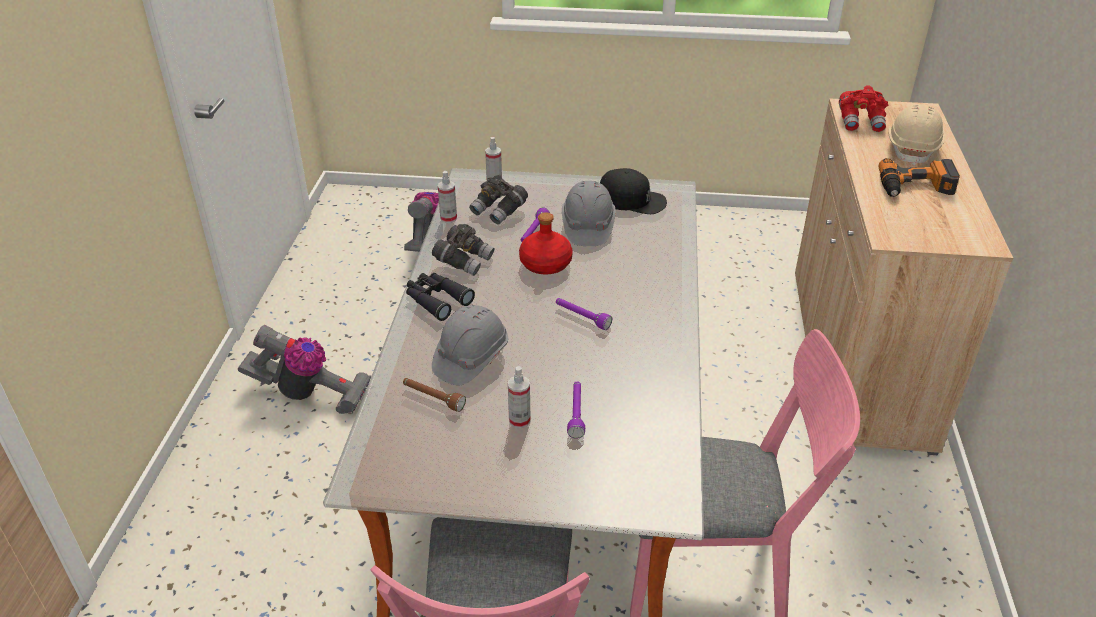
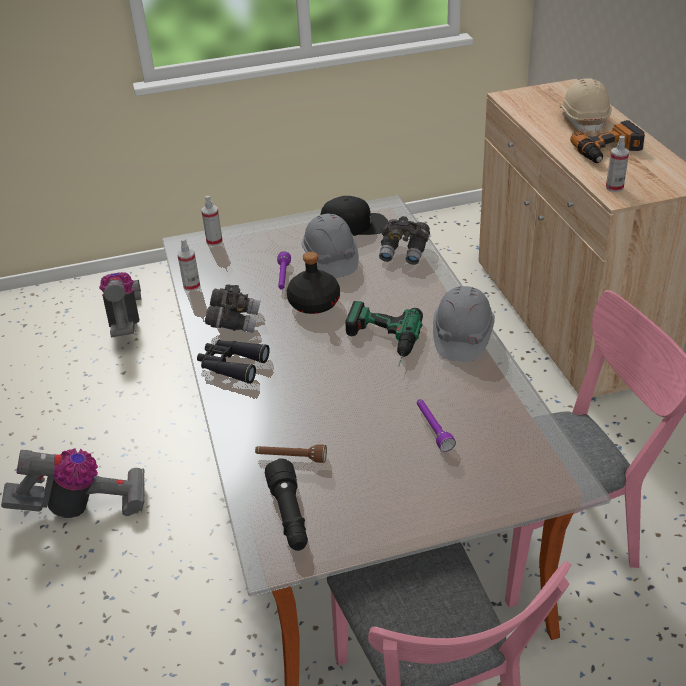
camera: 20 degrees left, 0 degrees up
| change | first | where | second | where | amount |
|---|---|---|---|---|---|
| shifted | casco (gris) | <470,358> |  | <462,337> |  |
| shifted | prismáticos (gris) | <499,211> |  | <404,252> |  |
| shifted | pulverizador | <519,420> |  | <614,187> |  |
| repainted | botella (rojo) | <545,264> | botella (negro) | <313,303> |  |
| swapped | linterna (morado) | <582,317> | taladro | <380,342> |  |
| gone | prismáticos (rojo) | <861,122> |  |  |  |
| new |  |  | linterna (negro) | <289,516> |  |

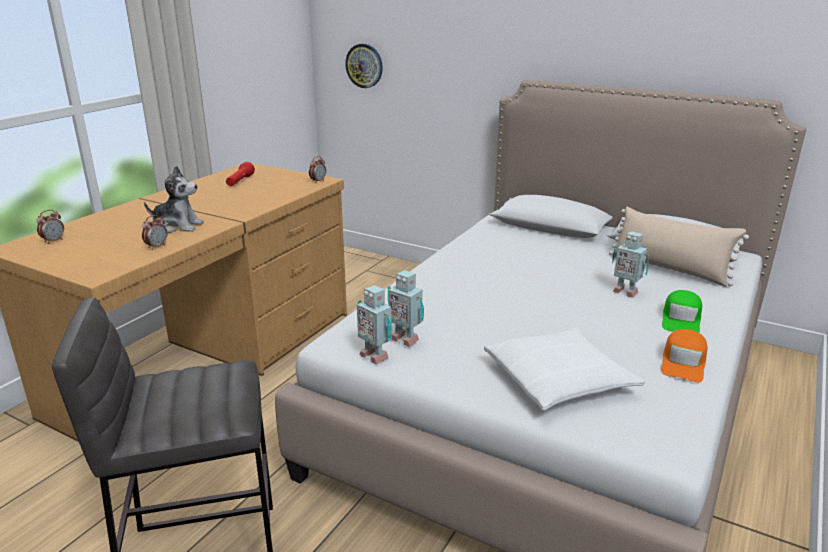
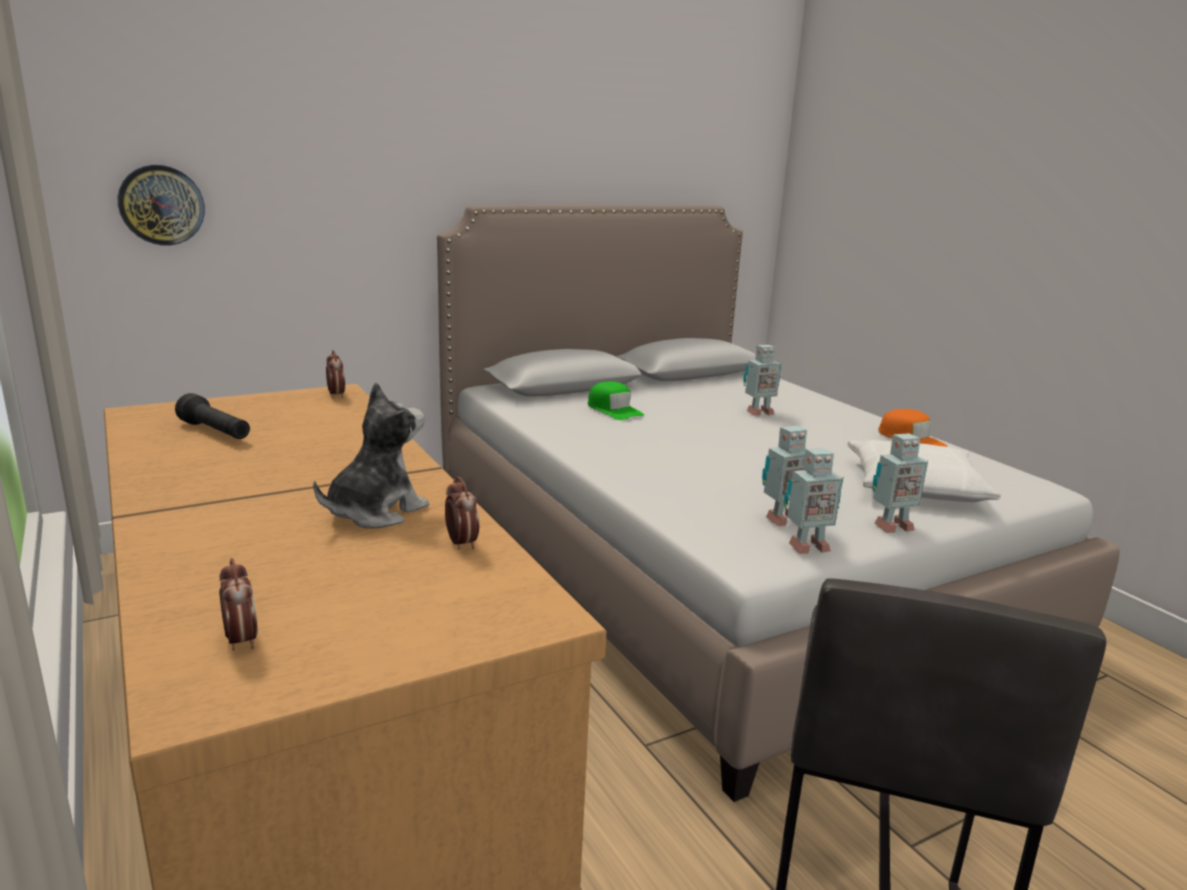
camera: 60 degrees left, 5 degrees down
| change | first | where | second | where | amount |
|---|---|---|---|---|---|
| repainted | linterna (rojo) | <240,182> | linterna (negro) | <216,432> |  |
| gone | cojín (beis) | <669,269> |  |  |  |
| shifted | gorra (verde) | <681,319> |  | <614,410> |  |
| new |  |  | robot de juguete | <890,526> |  |

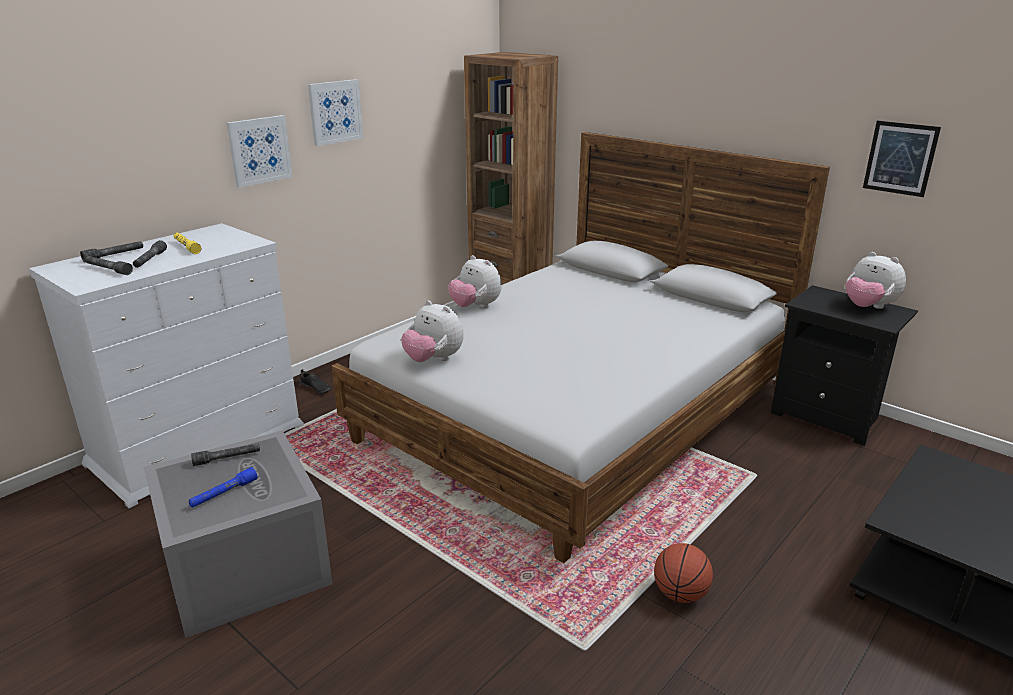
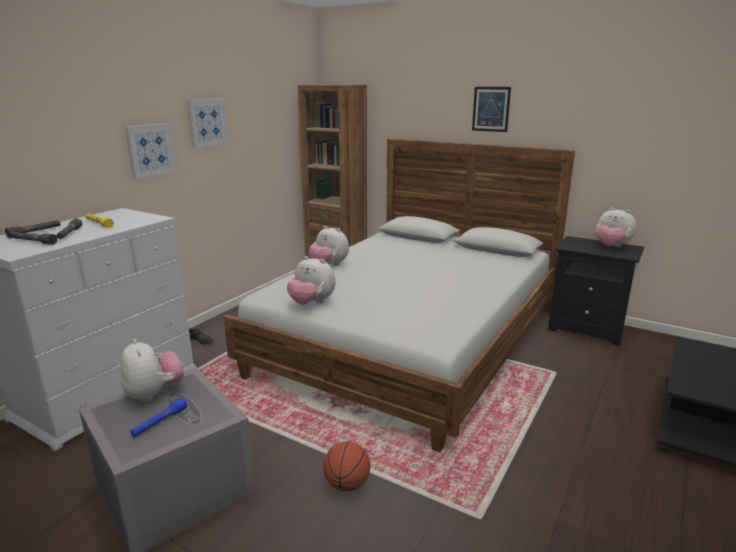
camera: 10 degrees left, 5 degrees down
| change | first | where | second | where | amount |
|---|---|---|---|---|---|
| swapped | linterna (gris) | <227,458> | peluche | <154,394> |  |
| shifted | balón de baloncesto | <680,594> |  | <347,485> |  |
| shifted | cuadro | <900,158> |  | <491,109> |  |

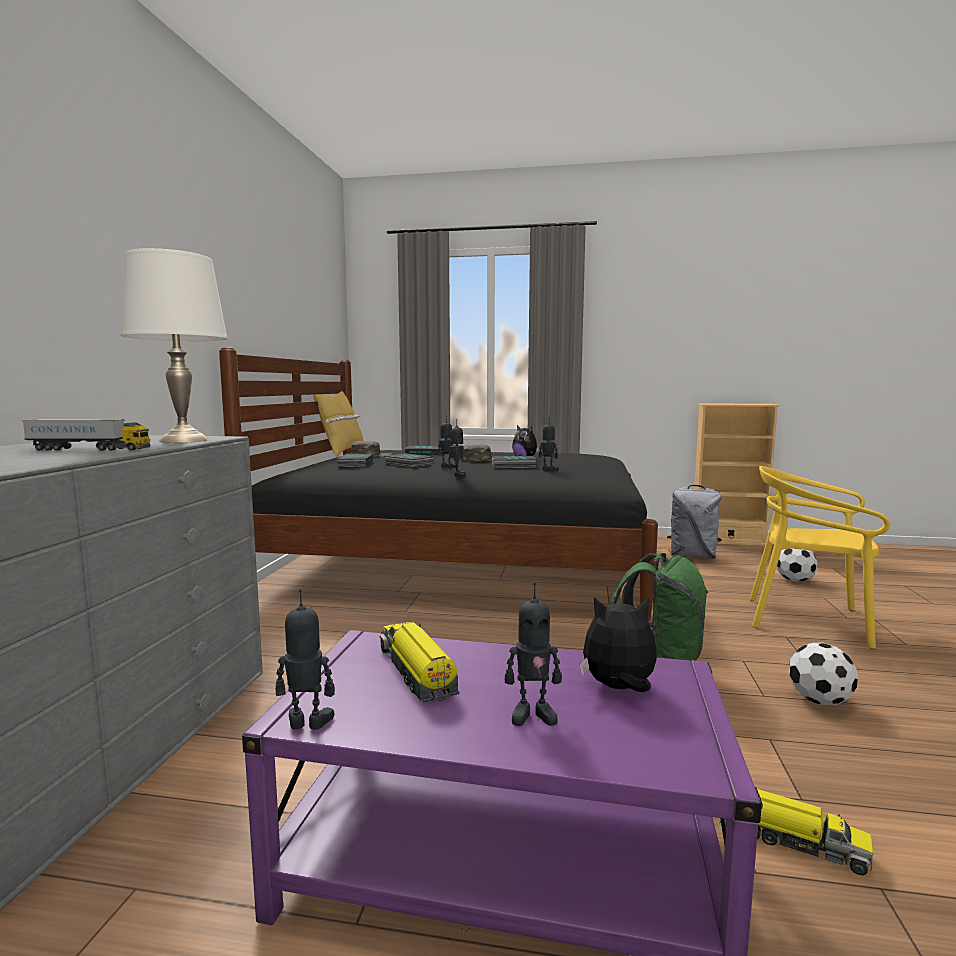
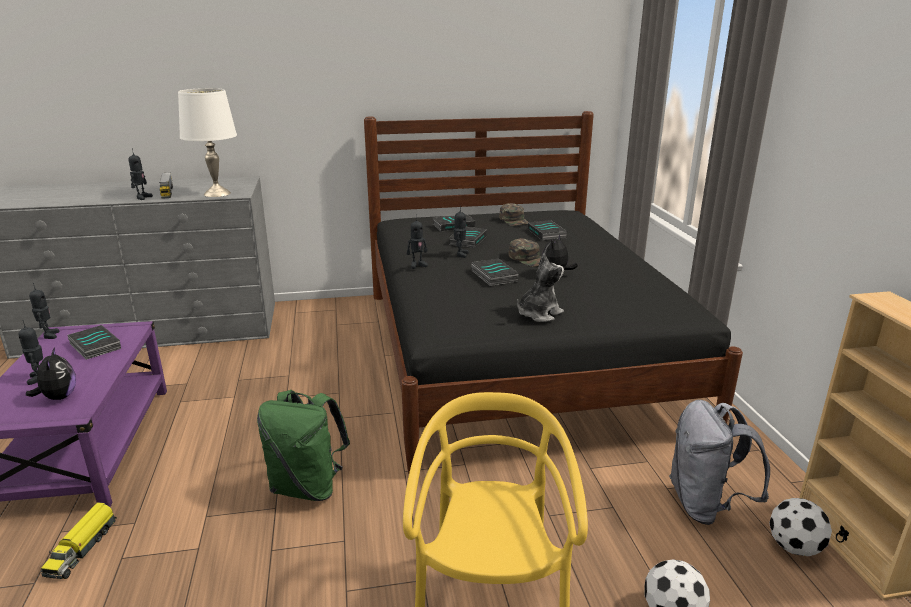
camera: 70 degrees right, 15 degrees up
| change | first | where | second | where | amount |
|---|---|---|---|---|---|
| gone | cojín (amarillo) | <341,453> |  |  |  |
| swapped | camión de juguete | <416,672> | libro | <93,346> |  |
| shifted | robot de juguete | <548,470> |  | <142,197> |  |
| shifted | balón de fútbol | <818,700> |  | <794,547> |  |
| new |  |  | peluche | <538,314> |  |

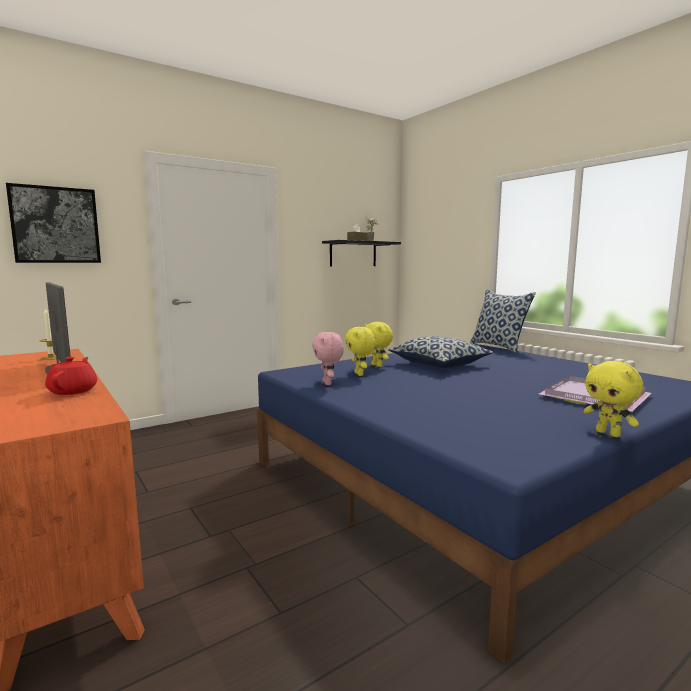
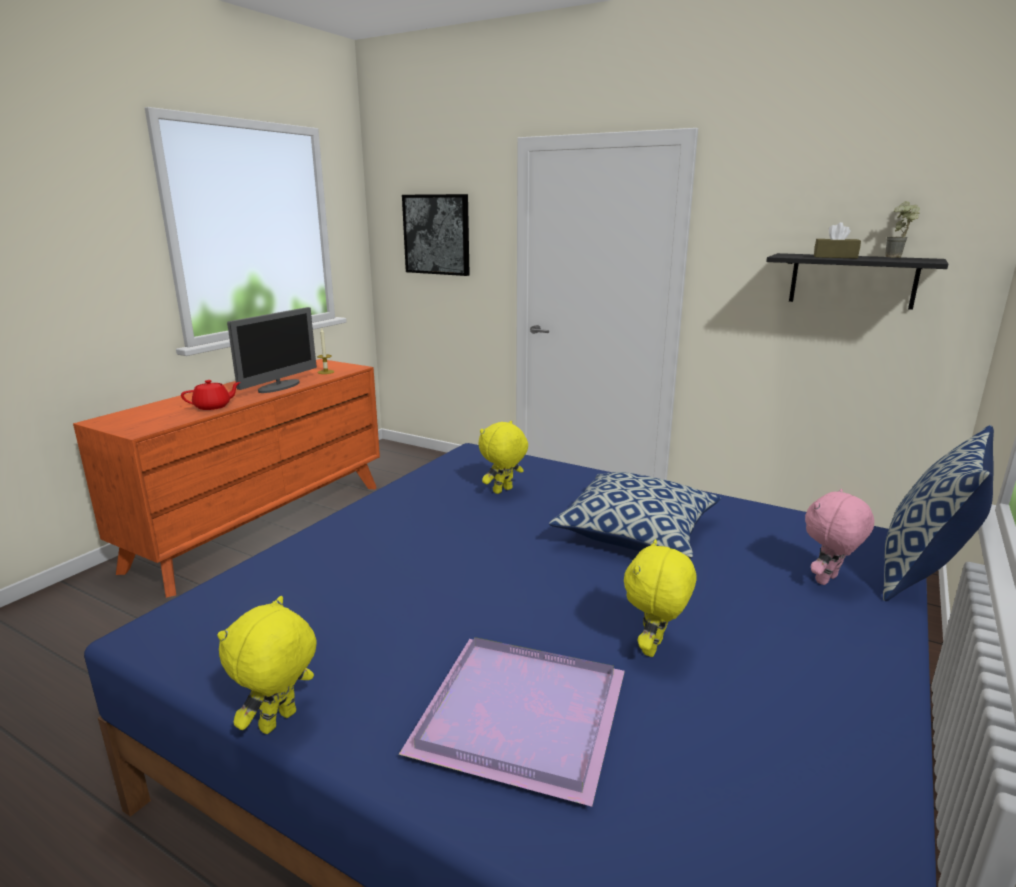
camera: 65 degrees right, 10 degrees up
| change | first | where | second | where | amount |
|---|---|---|---|---|---|
| shifted | peluche (rosa) | <328,383> |  | <828,580> |  |
| shifted | peluche (amarillo) | <377,365> |  | <654,648> |  |

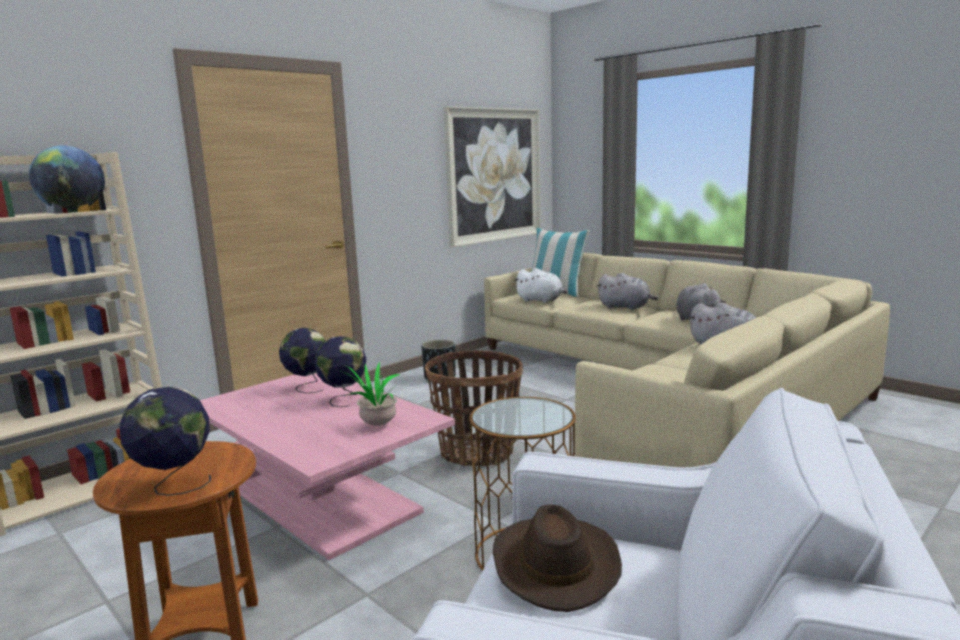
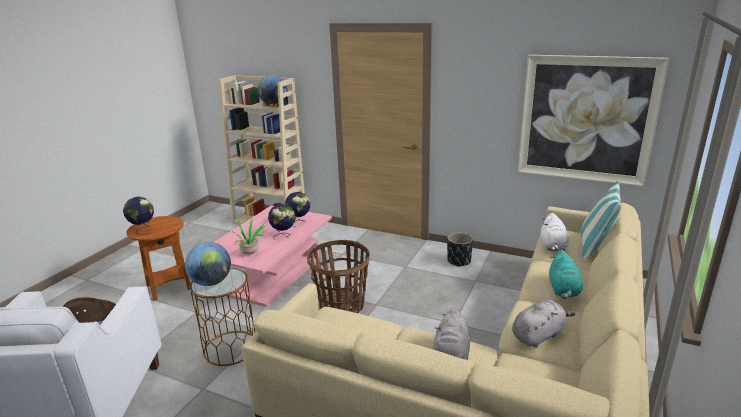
camera: 70 degrees right, 10 degrees up
| change | first | where | second | where | amount |
|---|---|---|---|---|---|
| repainted | peluche (gris) | <626,307> | peluche (turquesa) | <563,290> |  |
| new |  |  | globo terráqueo | <211,282> |  |

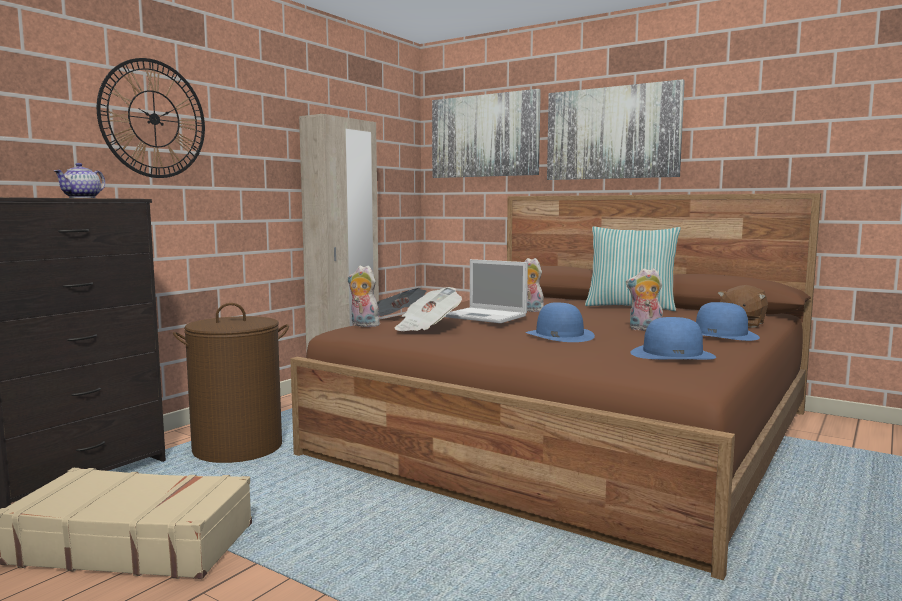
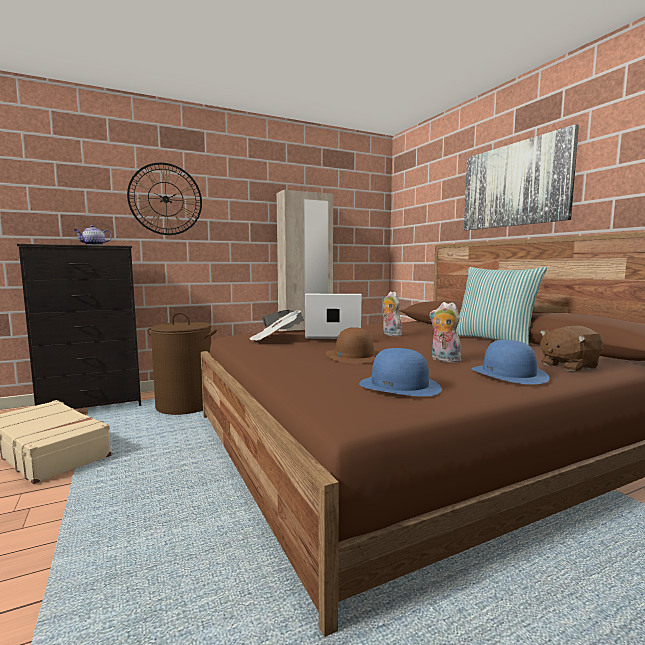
camera: 30 degrees right, 0 degrees up
| change | first | where | second | where | amount |
|---|---|---|---|---|---|
| gone | peluche | <363,325> |  |  |  |
| gone | cuadro | <484,136> |  |  |  |
| rotated | portátil | <486,316> |  | <332,335> | 120 degrees clockwise |
| repainted | sombrero (azul) | <559,335> | sombrero (marrón) | <354,356> |  |

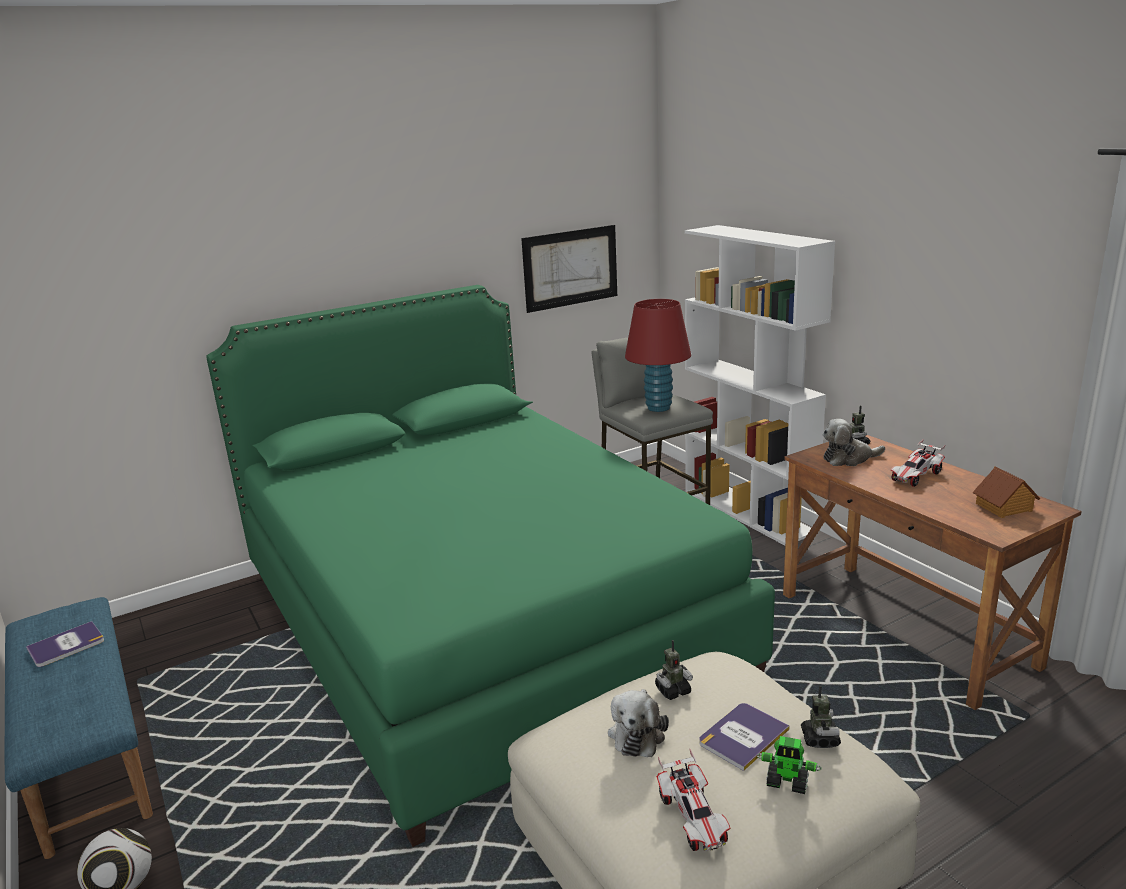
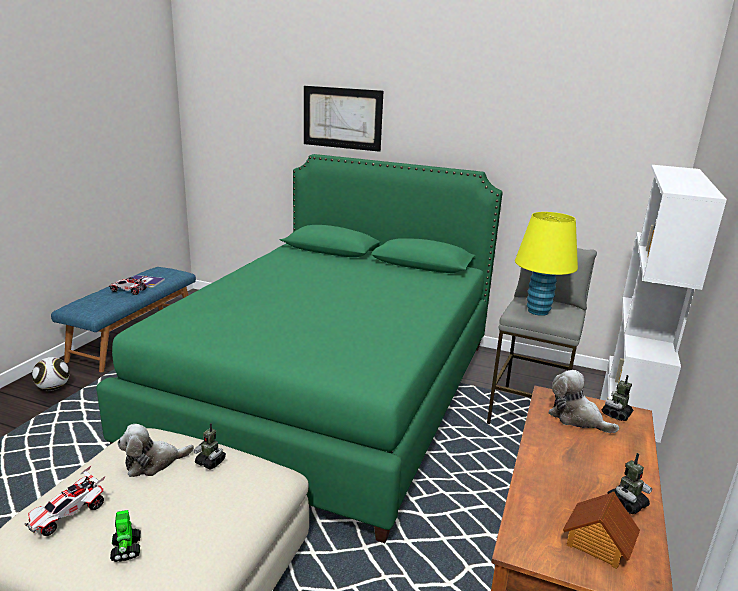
camera: 50 degrees right, 0 degrees up
| change | first | where | second | where | amount |
|---|---|---|---|---|---|
| shifted | cuadro | <570,268> |  | <342,118> |  |
| repainted | lámpara de mesa (rojo) | <658,408> | lámpara de mesa (amarillo) | <537,311> |  |
| gone | libro | <743,736> |  |  |  |
| shifted | robot de juguete | <820,739> |  | <626,503> |  |
| shifted | coche de juguete | <916,476> |  | <128,291> |  |

